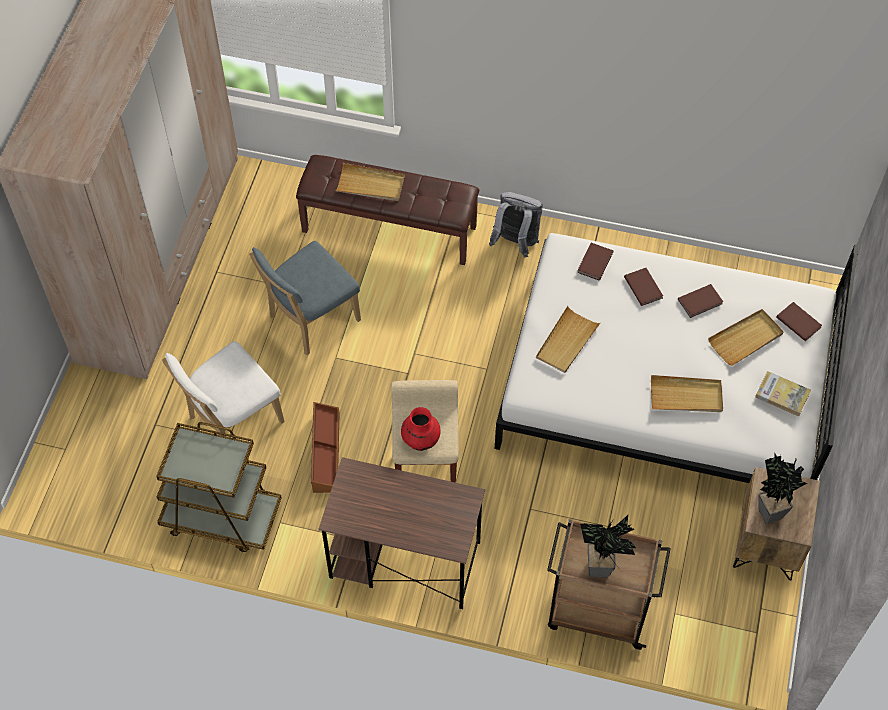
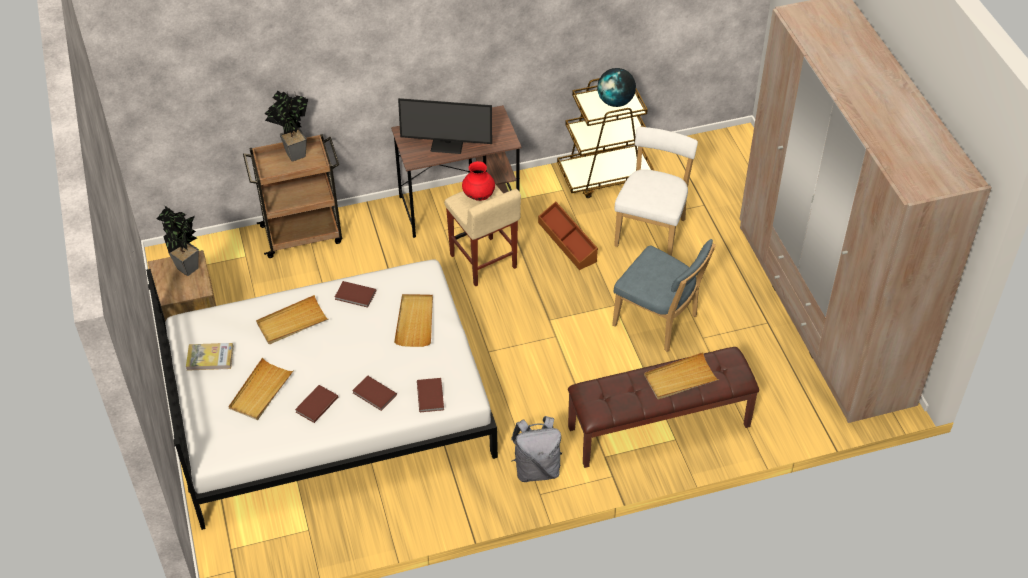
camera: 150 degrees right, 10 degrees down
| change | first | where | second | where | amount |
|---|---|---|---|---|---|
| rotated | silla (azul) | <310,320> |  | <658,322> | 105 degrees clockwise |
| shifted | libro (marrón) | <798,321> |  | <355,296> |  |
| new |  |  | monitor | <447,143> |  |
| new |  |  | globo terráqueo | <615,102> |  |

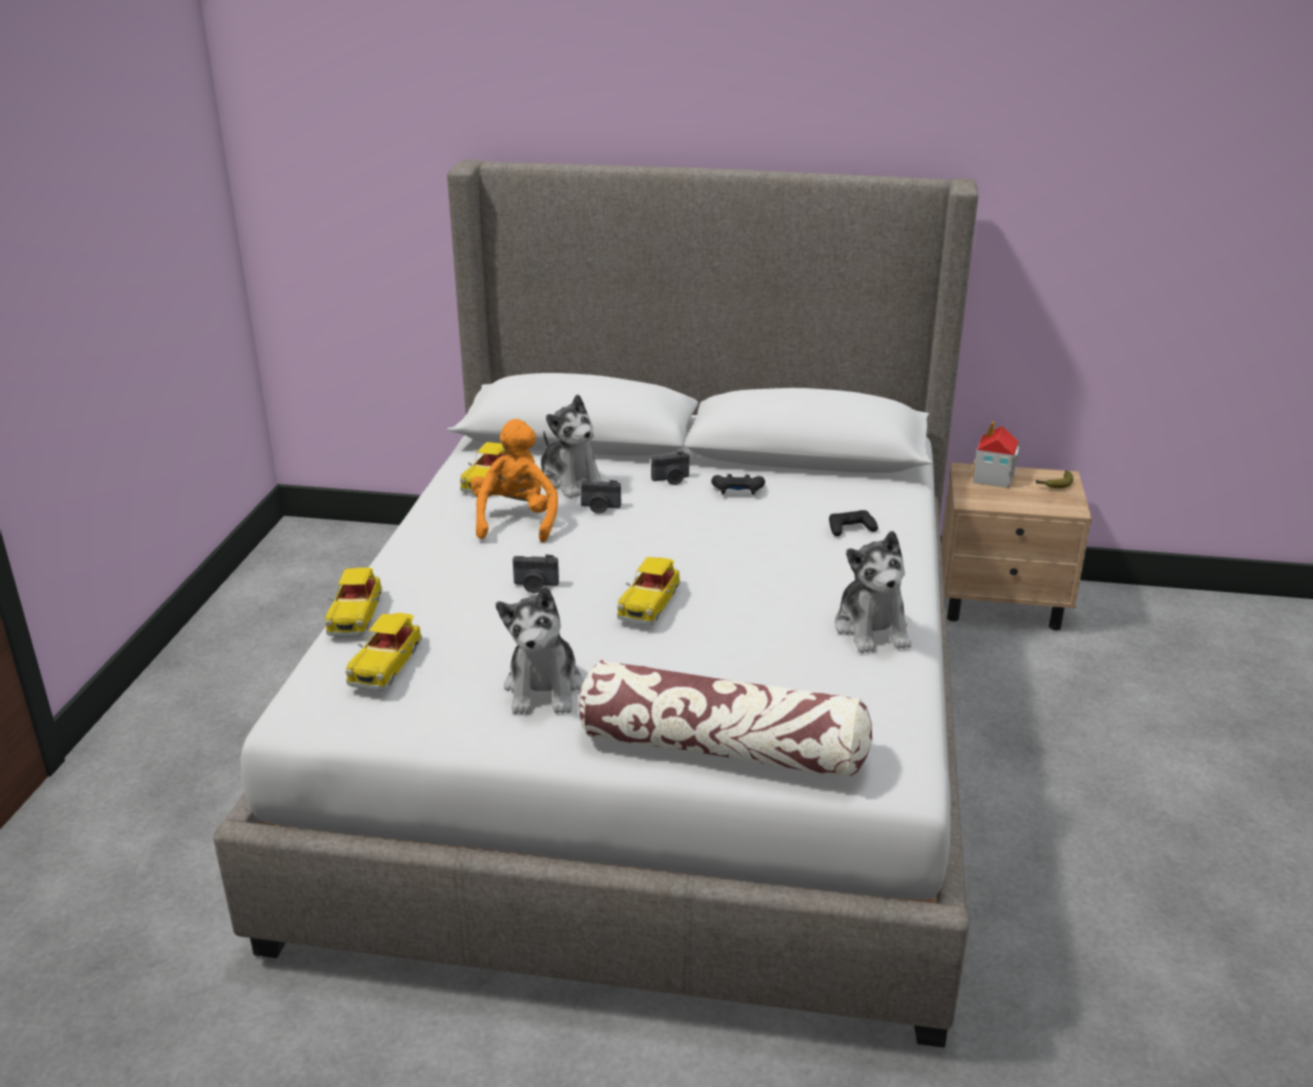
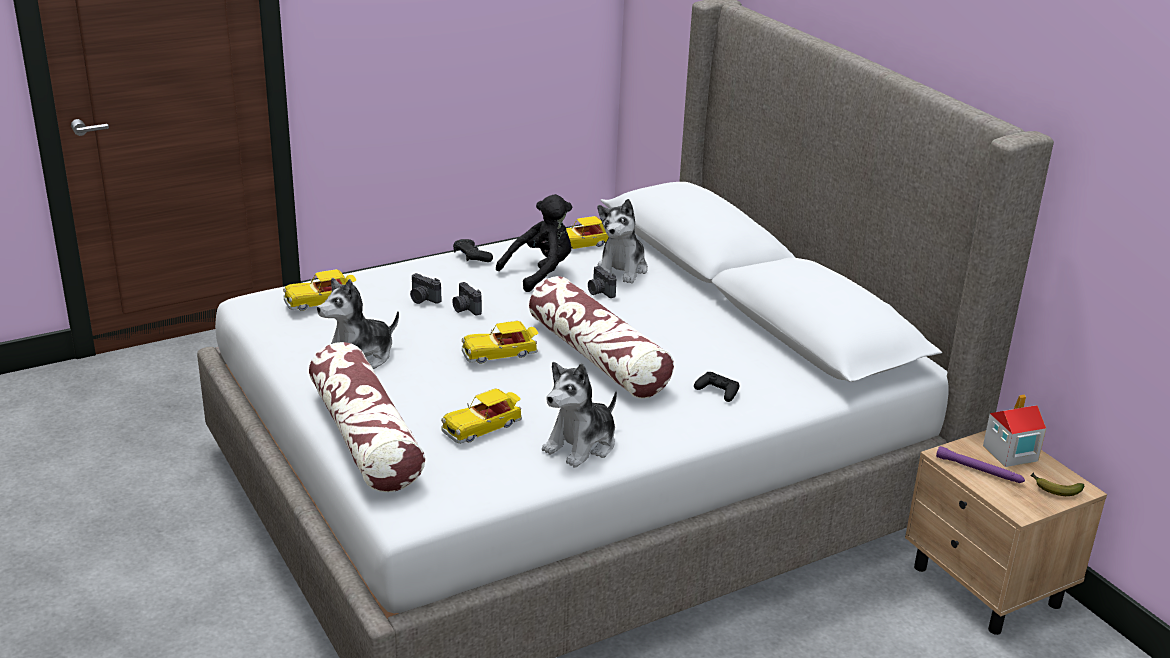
camera: 50 degrees right, 0 degrees up
| change | first | where | second | where | amount |
|---|---|---|---|---|---|
| shifted | coche de juguete | <356,614> |  | <483,427> |  |
| repainted | peluche (naranja) | <516,520> | peluche (negro) | <540,273> |  |
| shifted | cámara | <671,480> |  | <423,299> |  |
| shifted | mando de consola (negro) | <737,491> |  | <471,257> |  |
| new |  |  | cojín | <598,357> |  |
| new |  |  | linterna (morado) | <979,470> |  |

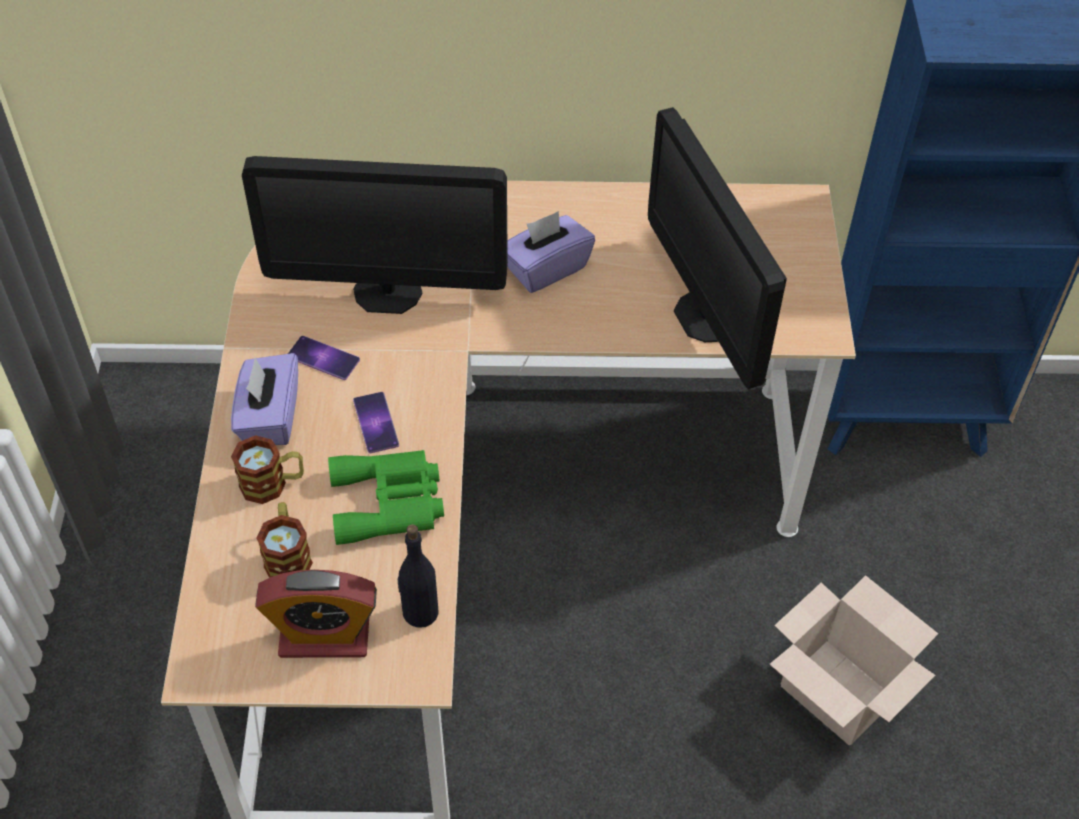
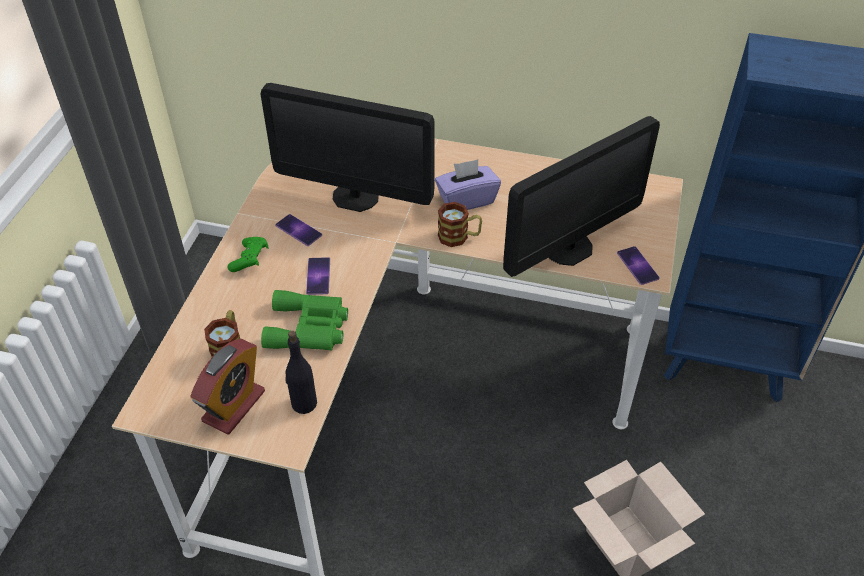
camera: 15 degrees right, 5 degrees down
| change | first | where | second | where | amount |
|---|---|---|---|---|---|
| swapped | caja de pañuelos (morado) | <269,417> | mando de consola (verde) | <250,260> |  |
| shifted | taza grande | <273,483> |  | <459,237> |  |
| rotated | despertador | <324,637> |  | <234,406> | 75 degrees counterclockwise |
| rotated | monitor | <706,316> |  | <568,248> | 120 degrees counterclockwise |
| new |  |  | móvil | <637,265> |  |

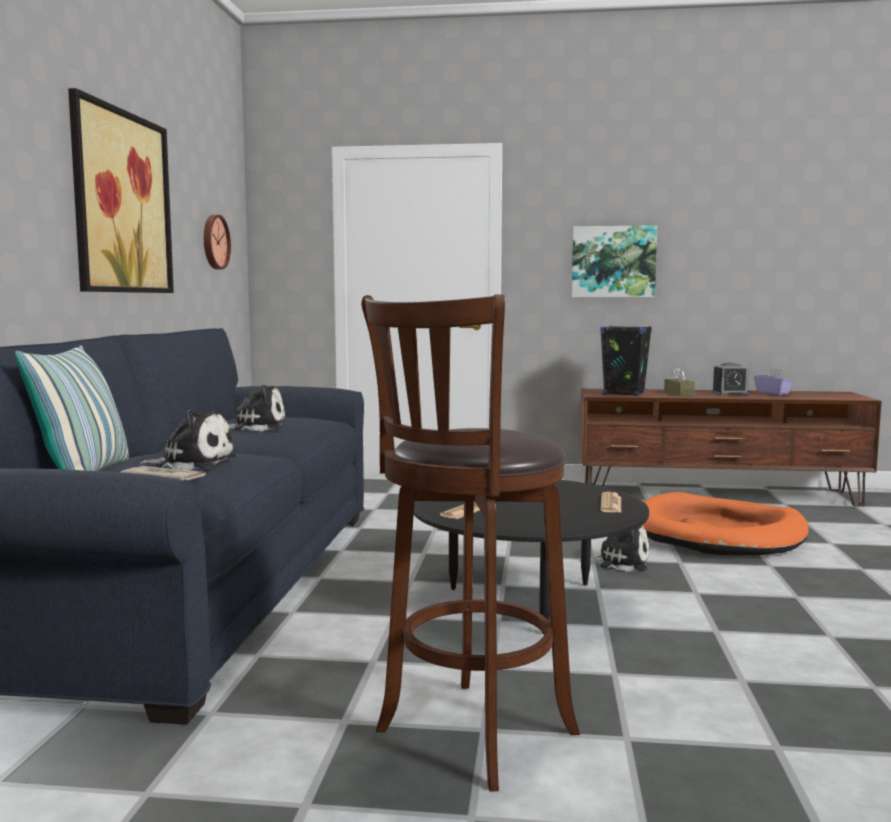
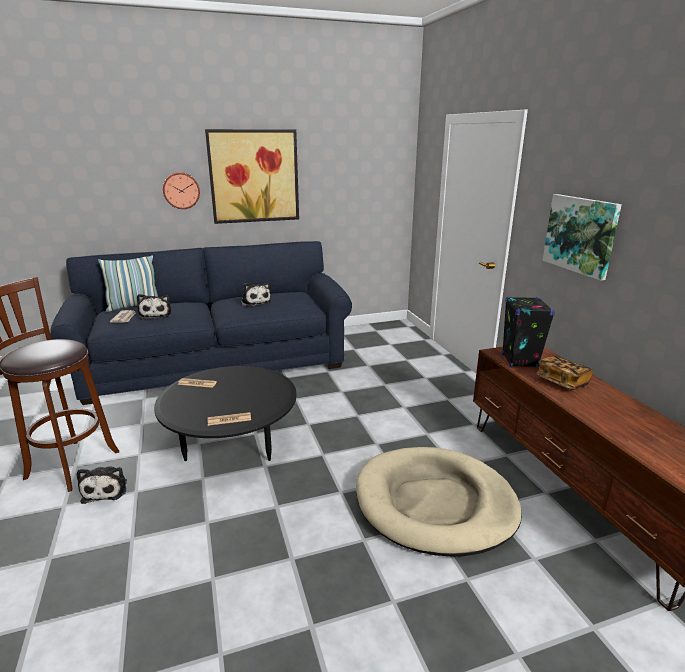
camera: 65 degrees right, 15 degrees up
| change | first | where | second | where | amount |
|---|---|---|---|---|---|
| shifted | reloj de pared | <214,242> |  | <181,190> |  |
| shifted | peluche | <619,562> |  | <106,489> |  |
| repainted | cama para perro (naranja) | <718,533> | cama para perro (beis) | <435,503> |  |
| swapped | caja de pañuelos (marrón) | <678,393> | libro | <561,382> |  |
| gone | despertador | <730,393> |  |  |  |
| gone | caja de pañuelos (morado) | <773,393> |  |  |  |

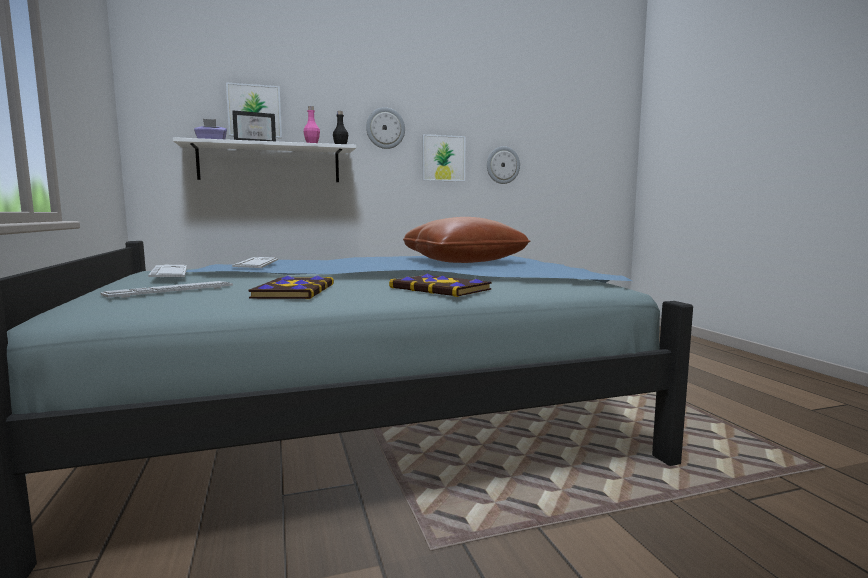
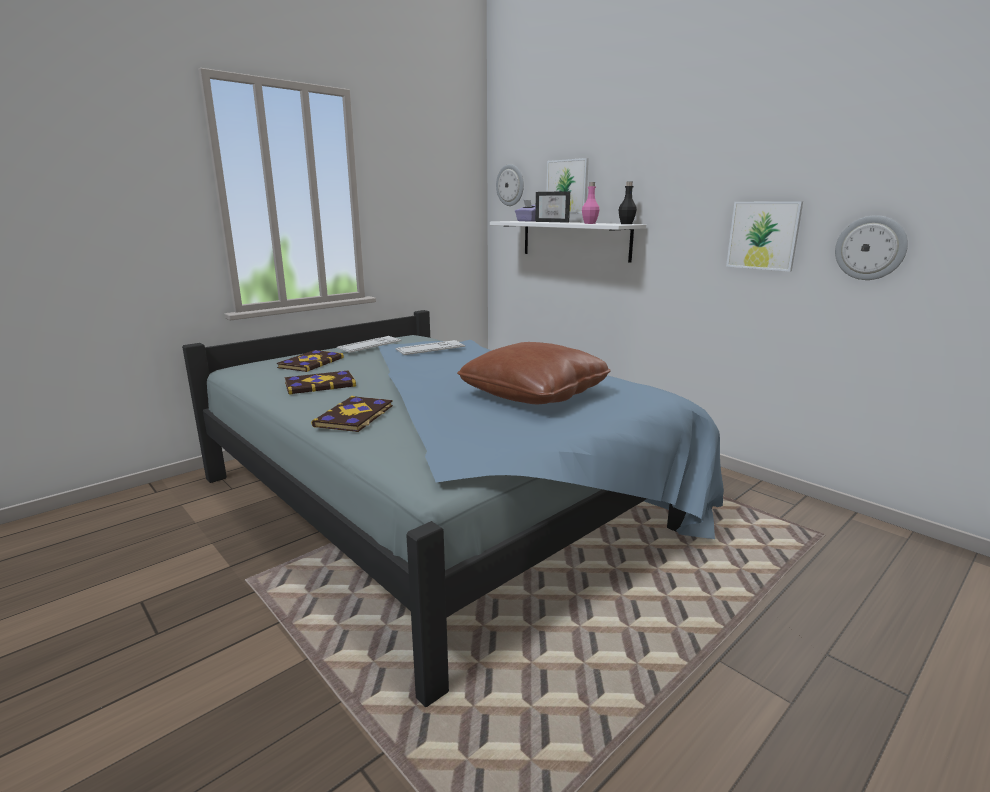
camera: 65 degrees right, 10 degrees up
| change | first | where | second | where | amount |
|---|---|---|---|---|---|
| swapped | teclado | <170,291> | libro | <310,363> |  |
| shifted | reloj de pared | <385,128> |  | <510,185> |  |

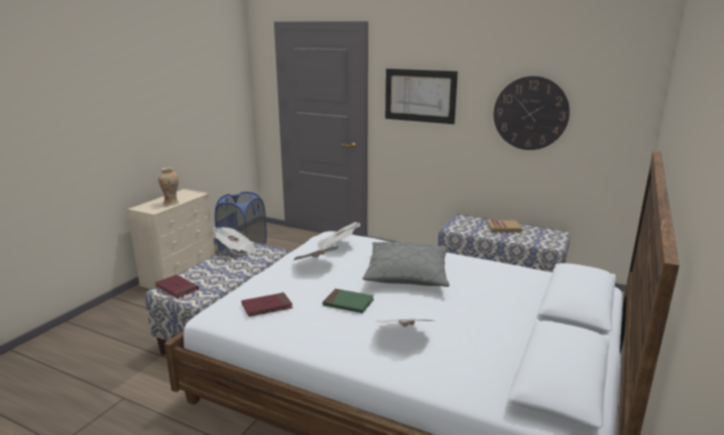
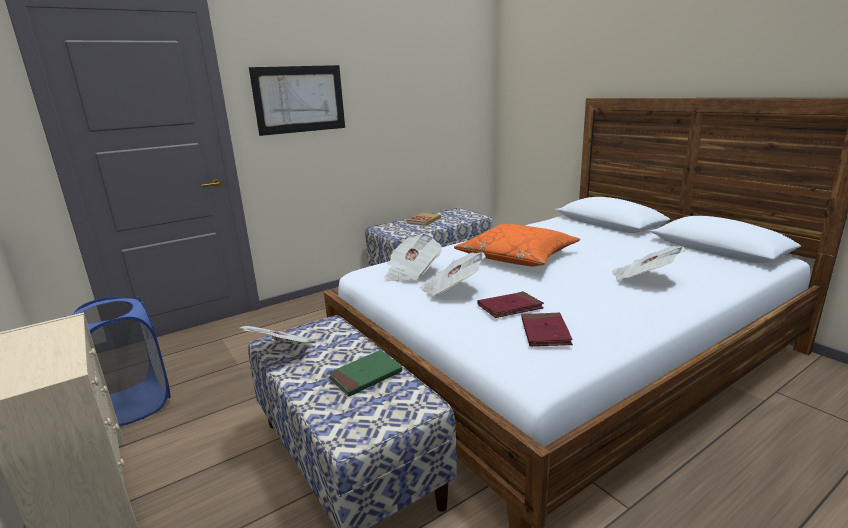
camera: 60 degrees left, 0 degrees up
| change | first | where | second | where | amount |
|---|---|---|---|---|---|
| shifted | libro (rojo) | <177,288> |  | <510,307> |  |
| gone | florero | <171,203> |  |  |  |
| shifted | libro (verde) | <348,303> |  | <365,376> |  |
| repainted | cojín (gris) | <407,274> | cojín (naranja) | <517,256> |  |
| gone | reloj de pared | <530,113> |  |  |  |

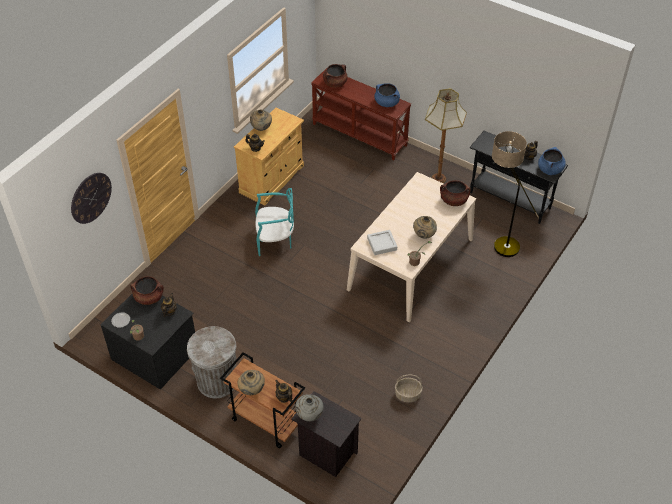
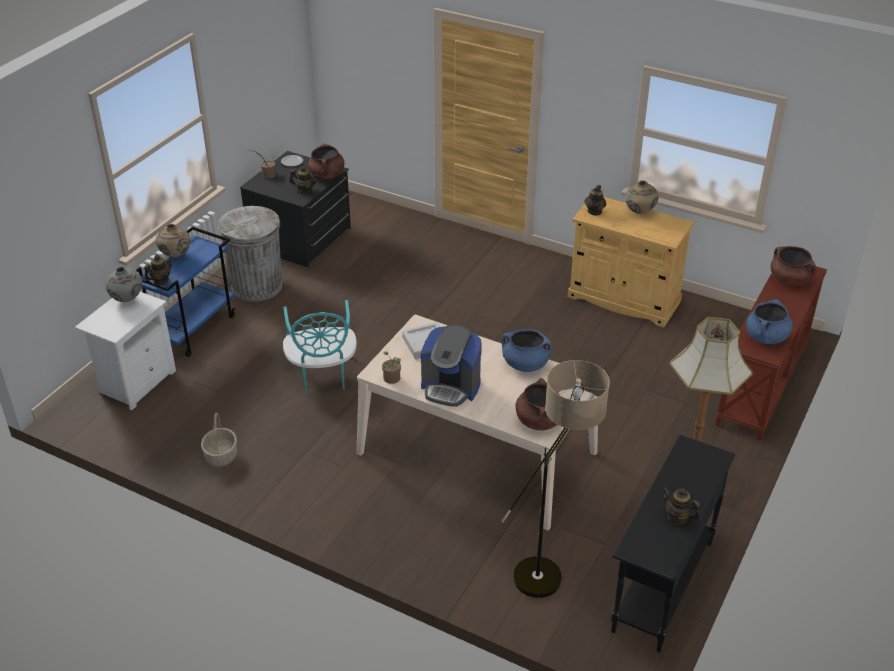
camera: 85 degrees right, 10 degrees down
| change | first | where | second | where | amount |
|---|---|---|---|---|---|
| gone | reloj de pared | <91,198> |  |  |  |
| repainted | carrito (marrón) | <265,421> | carrito (azul) | <193,329> |  |
| shifted | silla (turquesa) | <275,240> |  | <322,375> |  |
| repainted | mesita de noche (negro) | <326,453> | mesita de noche (blanco) | <136,382> |  |
| swapped | florero (beis) | <424,235> | cafetera | <451,387> |  |
| shifted | olla (azul) | <550,170> |  | <525,364> |  |

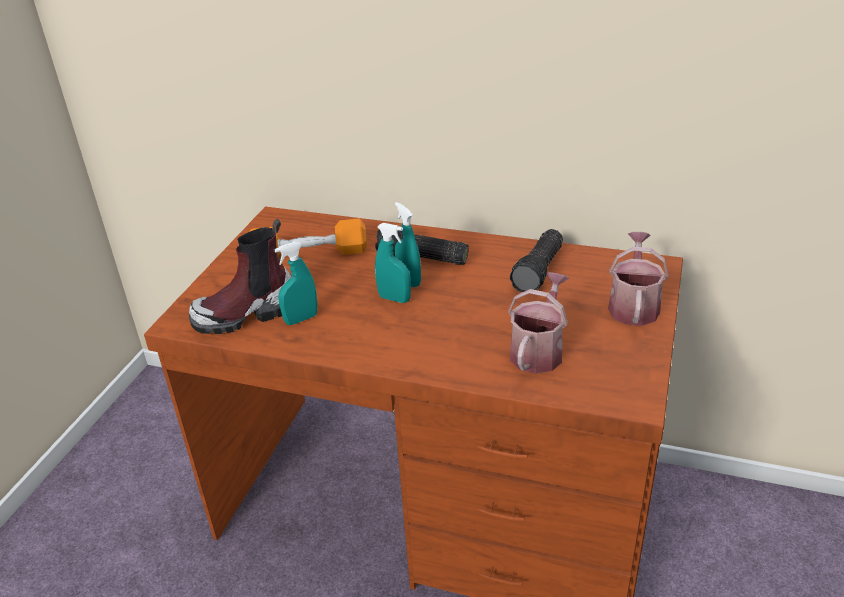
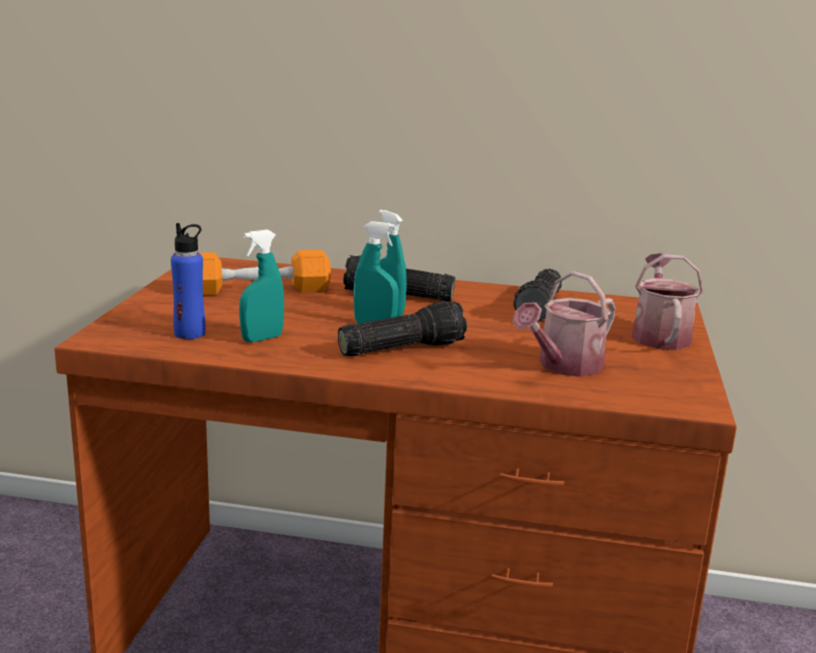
camera: 10 degrees left, 15 degrees down
| change | first | where | second | where | amount |
|---|---|---|---|---|---|
| swapped | bota | <246,314> | botella (azul) | <190,334> |  |
| rotated | regadera | <538,350> |  | <564,366> | 150 degrees counterclockwise |
| new |  |  | linterna | <401,348> |  |

